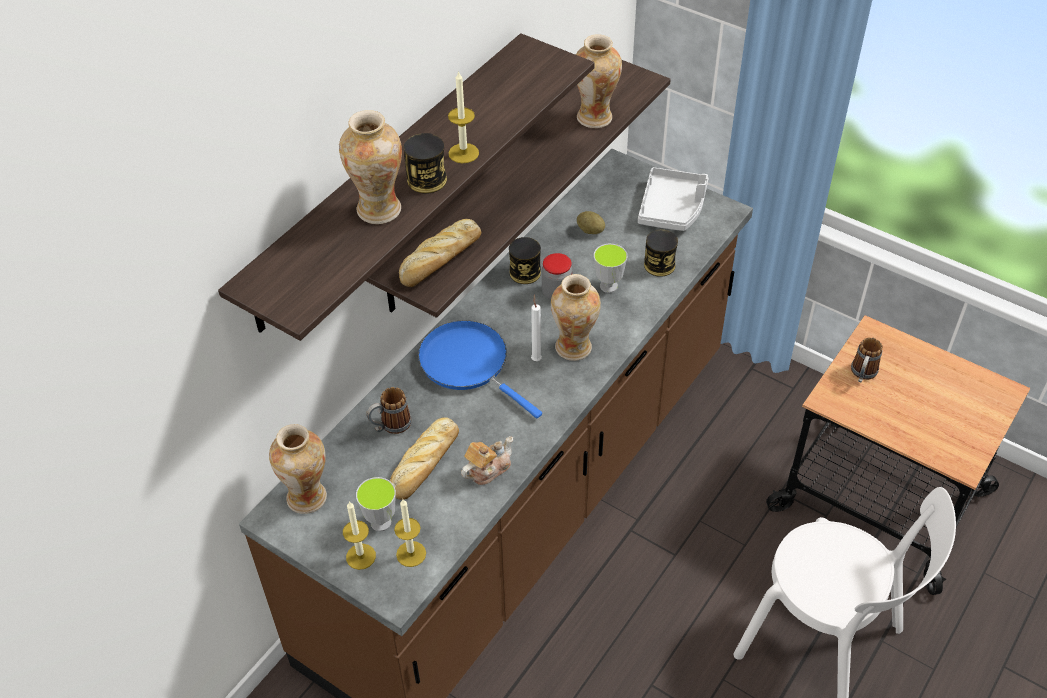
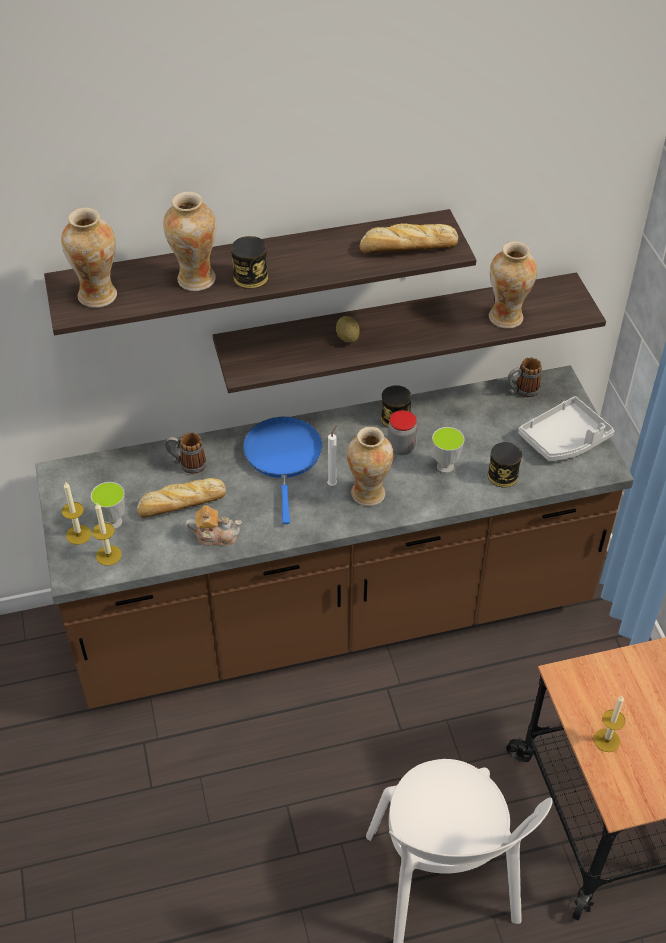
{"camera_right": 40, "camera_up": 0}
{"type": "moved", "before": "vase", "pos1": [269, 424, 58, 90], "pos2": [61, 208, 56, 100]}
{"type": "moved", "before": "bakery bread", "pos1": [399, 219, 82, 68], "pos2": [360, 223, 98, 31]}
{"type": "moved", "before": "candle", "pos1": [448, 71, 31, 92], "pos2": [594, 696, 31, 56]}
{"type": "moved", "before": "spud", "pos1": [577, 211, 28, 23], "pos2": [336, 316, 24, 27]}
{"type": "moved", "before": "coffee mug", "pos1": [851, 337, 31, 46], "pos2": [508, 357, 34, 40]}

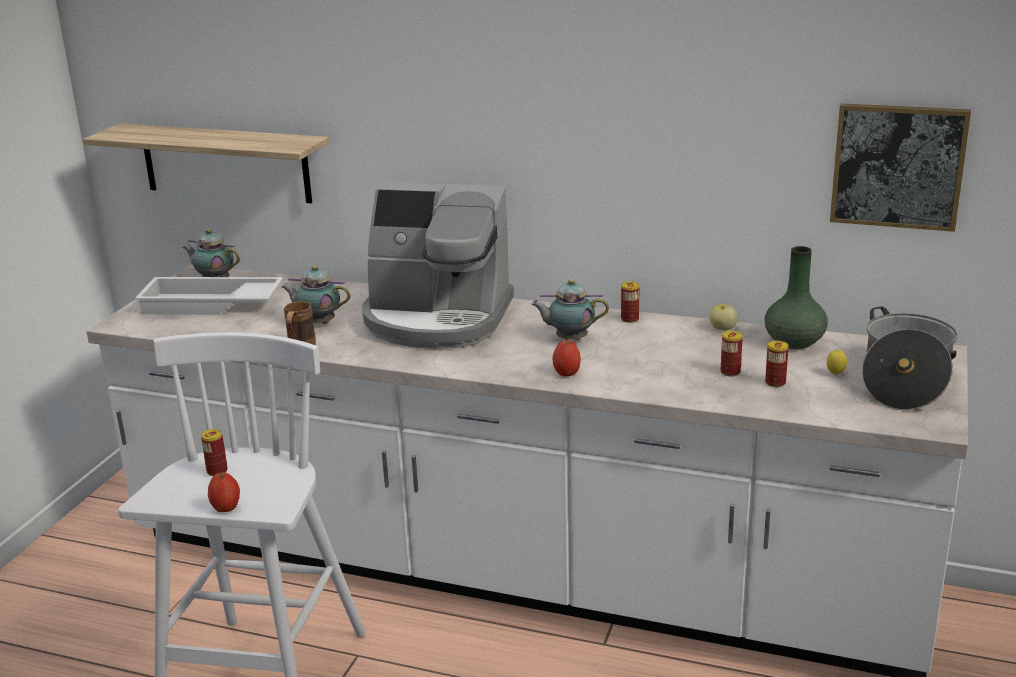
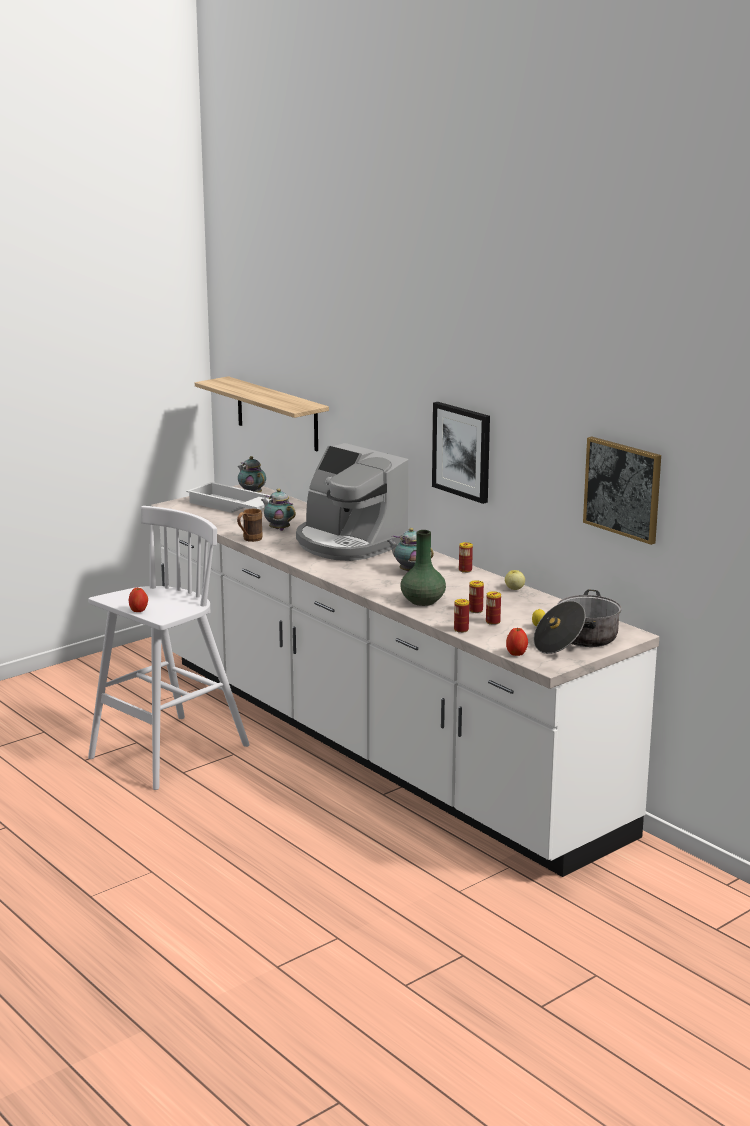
{"camera_right": 30, "camera_up": -5}
{"type": "added", "after": "wall art", "pos2": [432, 402, 58, 102]}
{"type": "moved", "before": "sealed can", "pos1": [201, 429, 27, 47], "pos2": [454, 599, 15, 34]}
{"type": "moved", "before": "apple fruit", "pos1": [552, 340, 29, 37], "pos2": [506, 628, 22, 28]}
{"type": "moved", "before": "green-coloured vase", "pos1": [764, 246, 64, 103], "pos2": [400, 530, 46, 76]}

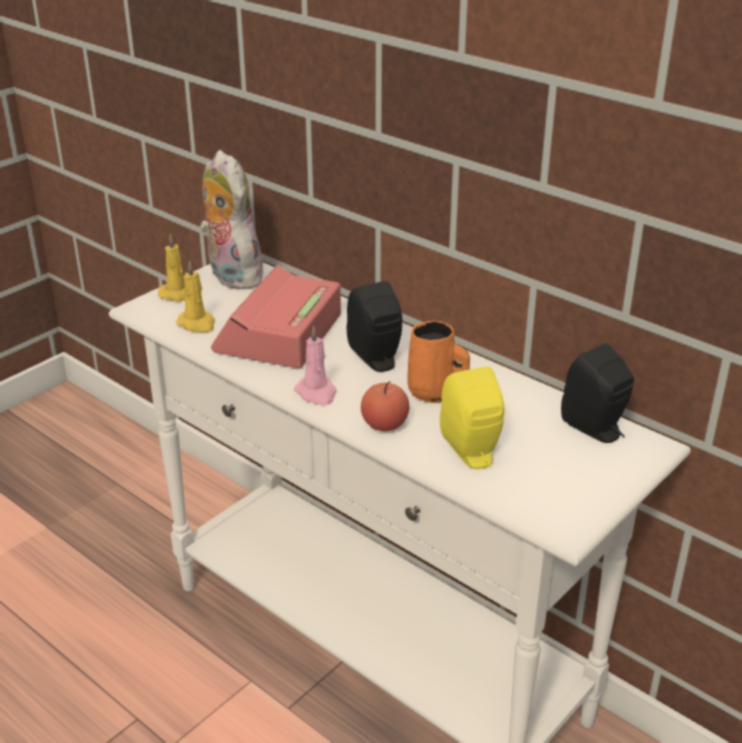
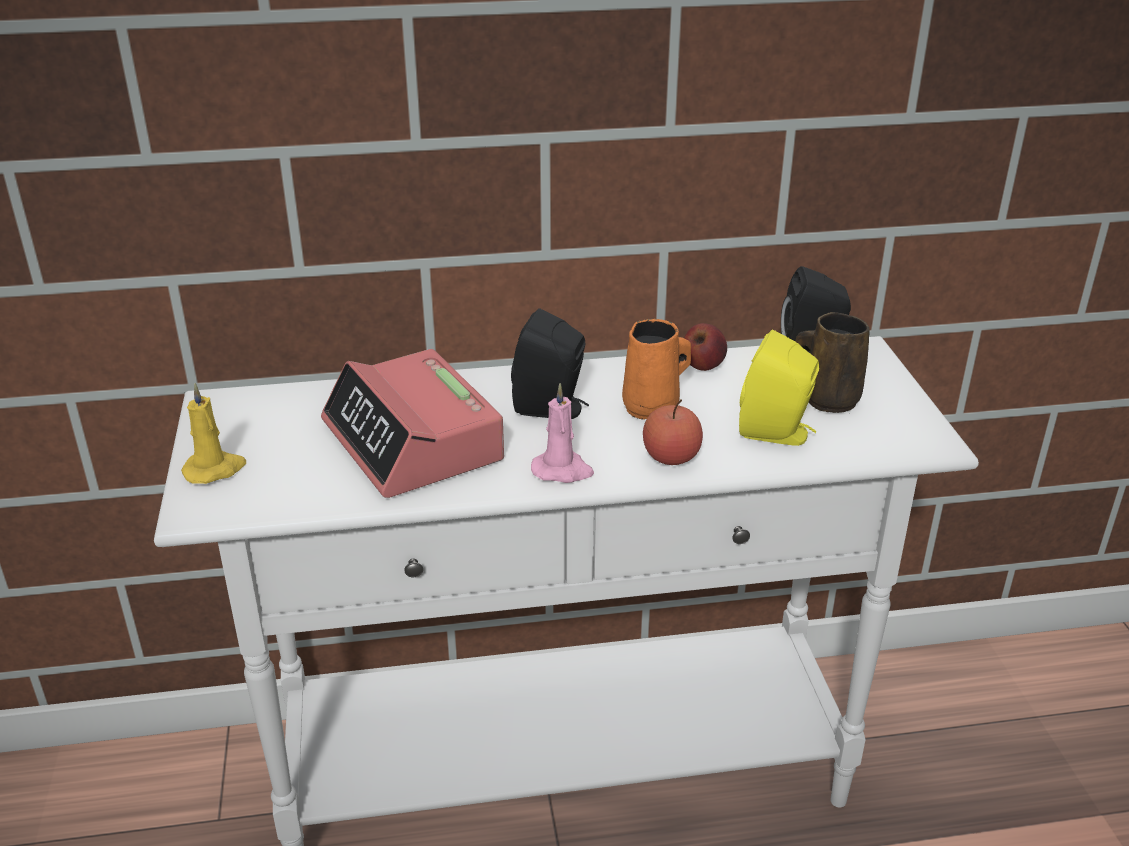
{"camera_right": -50, "camera_up": 0}
{"type": "removed", "before": "yellow candle", "pos1": [176, 261, 39, 72]}
{"type": "removed", "before": "soft toy", "pos1": [199, 150, 64, 140]}
{"type": "added", "after": "apple fruit", "pos2": [684, 323, 43, 48]}
{"type": "added", "after": "brown-coloured coffee mug", "pos2": [795, 312, 75, 101]}

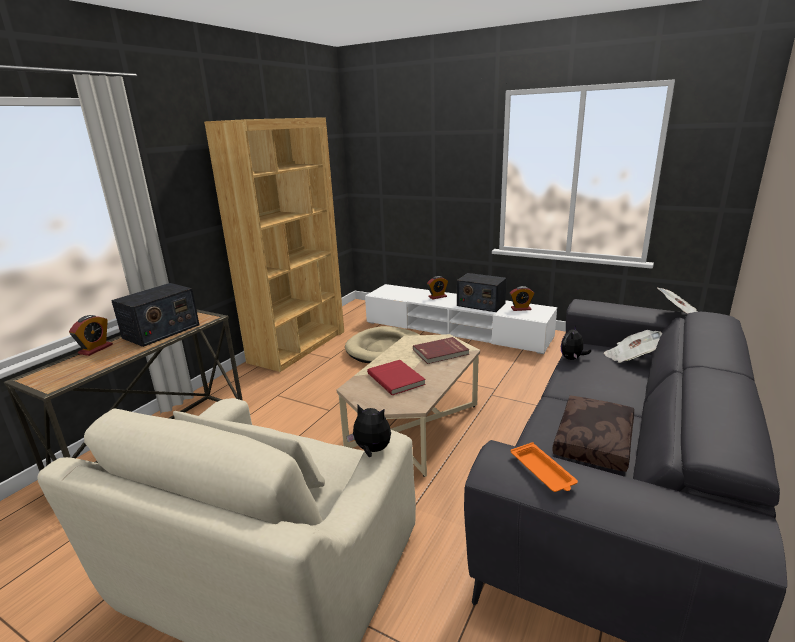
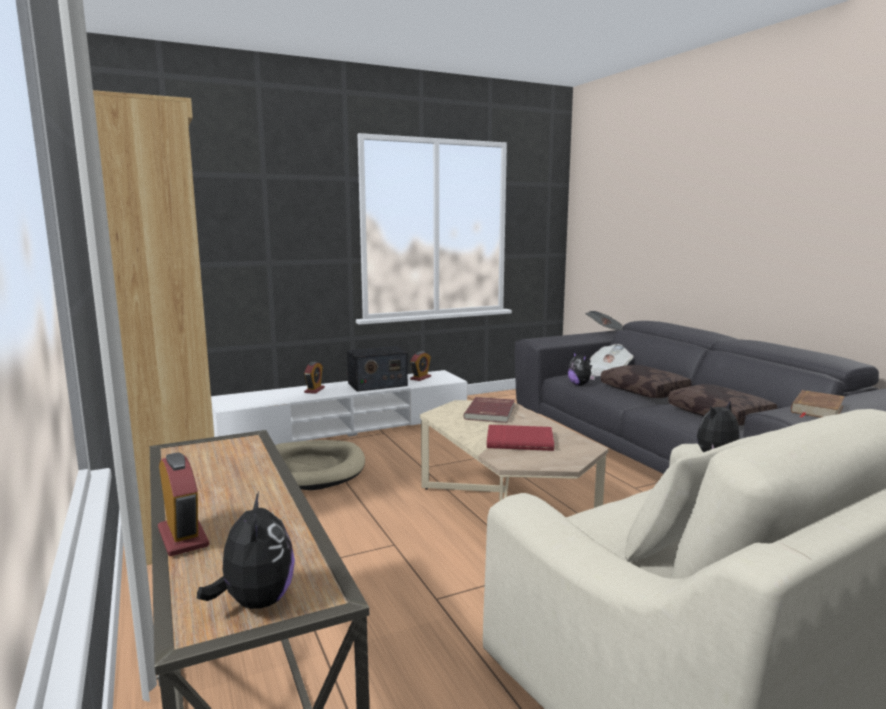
{"camera_right": -55, "camera_up": -10}
{"type": "removed", "before": "radio receiver", "pos1": [111, 283, 88, 64]}
{"type": "added", "after": "soft toy", "pos2": [197, 492, 98, 117]}
{"type": "added", "after": "brown-coloured throw pillow", "pos2": [601, 365, 91, 33]}
{"type": "replaced", "before": "orangey tray", "after": "brown-coloured book", "pos1": [511, 442, 67, 50], "pos2": [791, 390, 54, 28]}

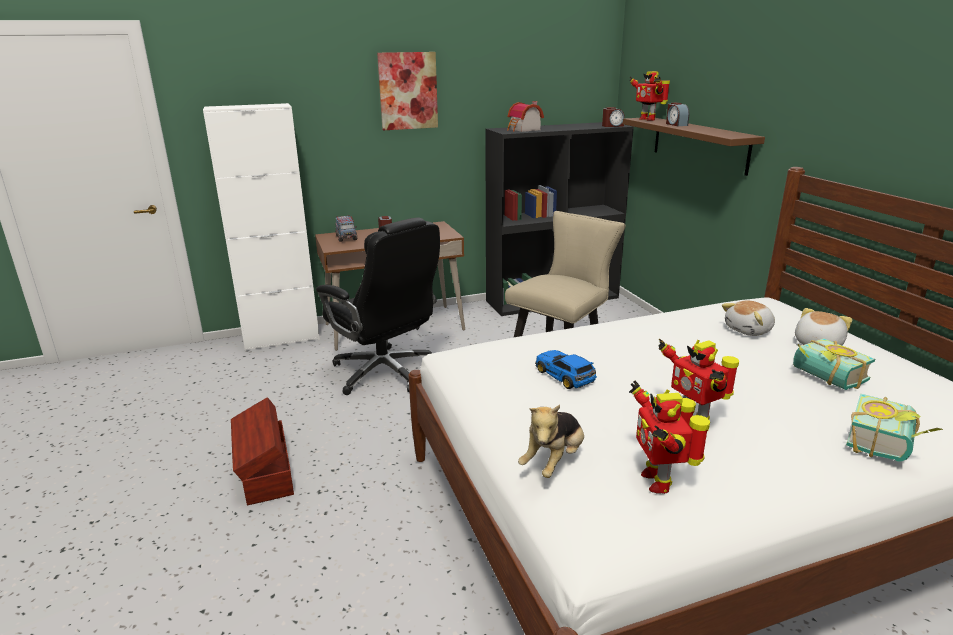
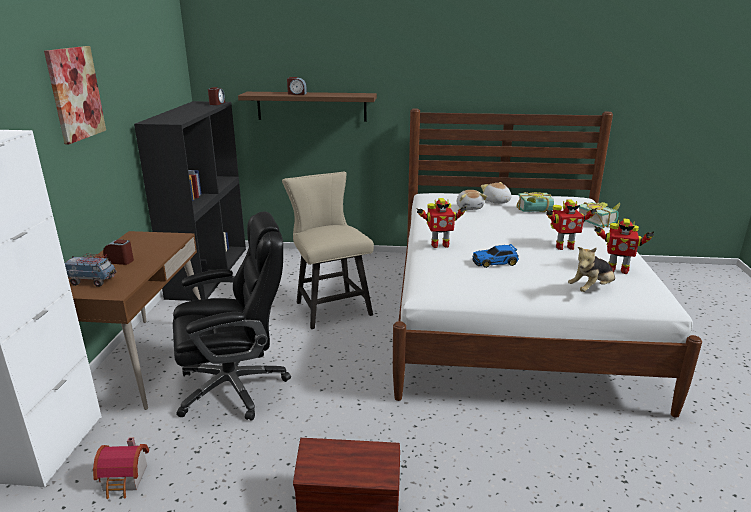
{"camera_right": -65, "camera_up": 0}
{"type": "moved", "before": "model house", "pos1": [507, 101, 37, 31], "pos2": [93, 437, 56, 62]}
{"type": "moved", "before": "model robot", "pos1": [629, 71, 41, 50], "pos2": [417, 198, 49, 50]}
{"type": "turned", "before": "soft toy", "pos1": [518, 405, 66, 73], "pos2": [568, 247, 47, 45], "turn": 90}

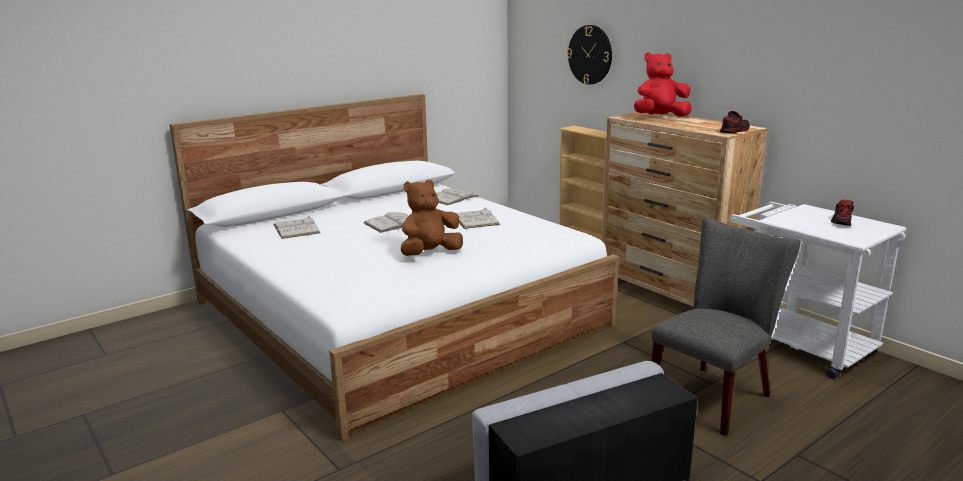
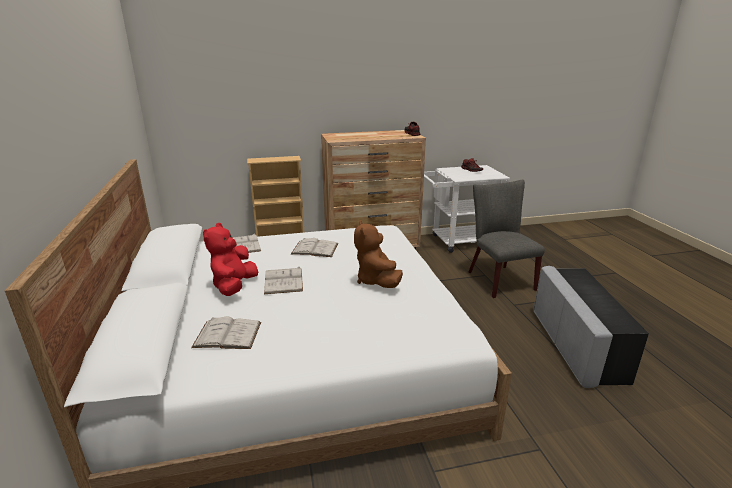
{"camera_right": -65, "camera_up": 5}
{"type": "removed", "before": "clock on the wall", "pos1": [567, 25, 45, 60]}
{"type": "moved", "before": "reddish soft toy", "pos1": [634, 52, 58, 65], "pos2": [203, 223, 55, 73]}

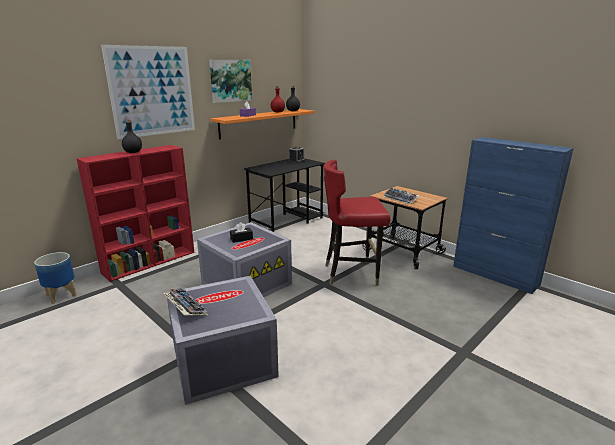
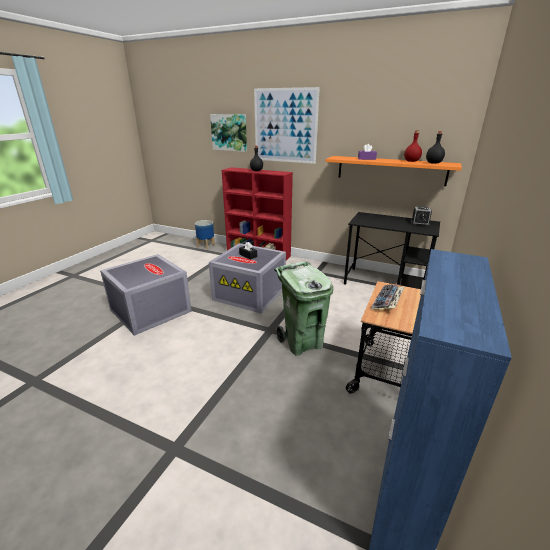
{"camera_right": 70, "camera_up": 5}
{"type": "removed", "before": "computer keyboard", "pos1": [163, 288, 45, 27]}
{"type": "moved", "before": "wall art", "pos1": [209, 60, 43, 43], "pos2": [210, 114, 37, 38]}
{"type": "replaced", "before": "reddish upright chair", "after": "green-coloured rubbish bin", "pos1": [324, 160, 66, 126], "pos2": [274, 262, 59, 94]}

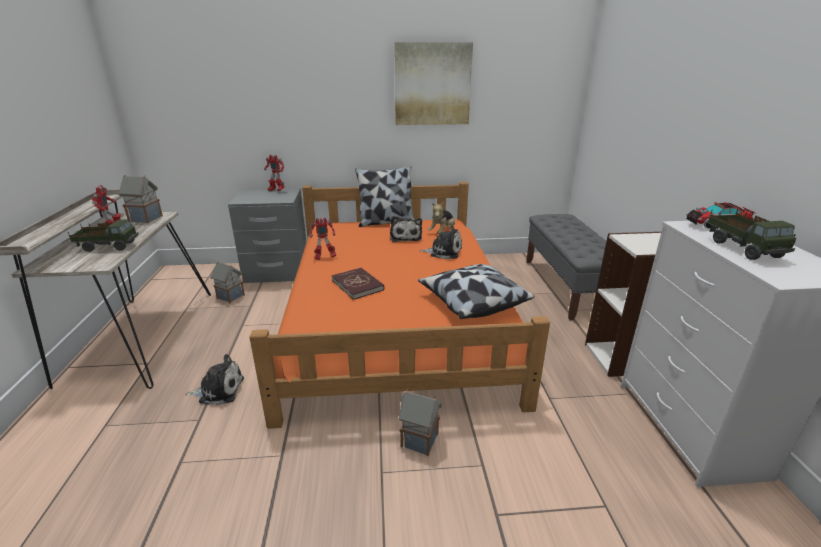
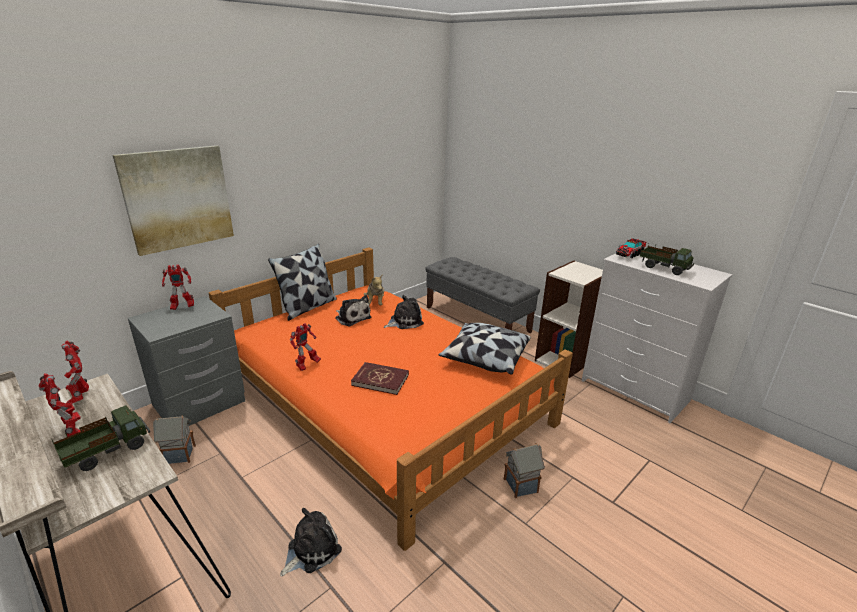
{"camera_right": -40, "camera_up": 0}
{"type": "moved", "before": "wall art", "pos1": [394, 42, 79, 83], "pos2": [113, 145, 121, 111]}
{"type": "replaced", "before": "model house", "after": "model robot", "pos1": [119, 175, 44, 48], "pos2": [62, 340, 27, 63]}

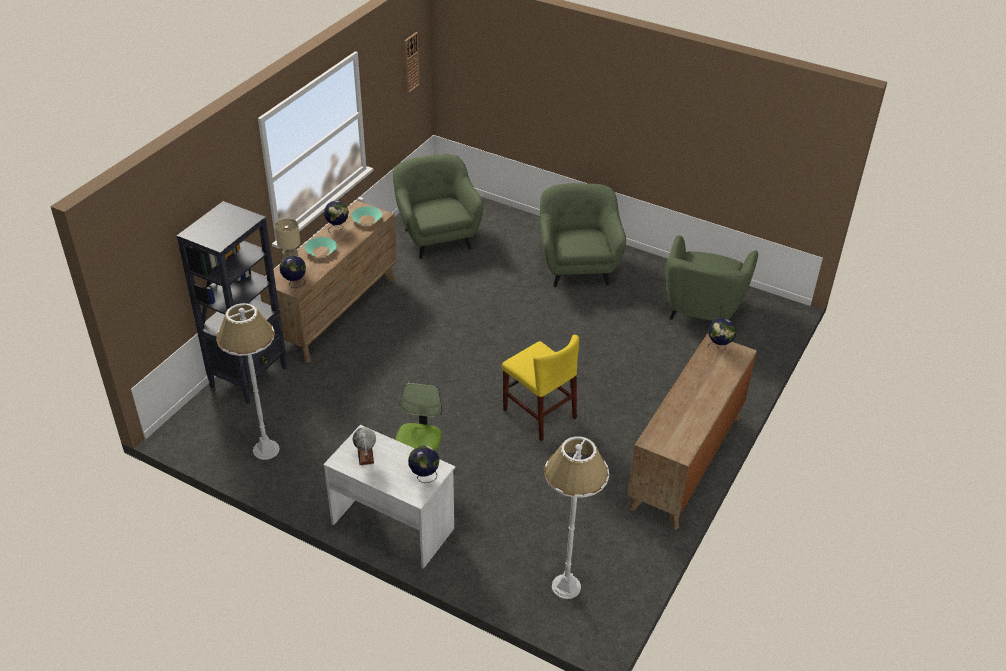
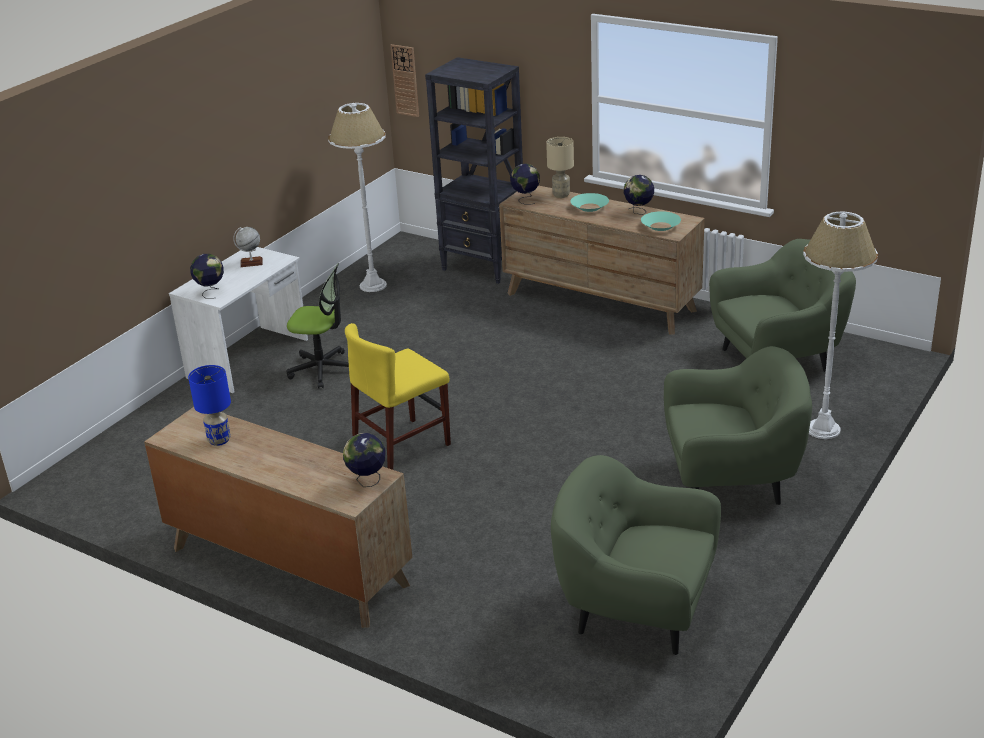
{"camera_right": 95, "camera_up": -10}
{"type": "added", "after": "blue tabletop lamp", "pos2": [188, 365, 43, 81]}
{"type": "moved", "before": "clock on the wall", "pos1": [404, 32, 16, 62], "pos2": [390, 44, 29, 73]}
{"type": "moved", "before": "white-coloured standing lamp", "pos1": [544, 436, 65, 163], "pos2": [803, 212, 75, 227]}

